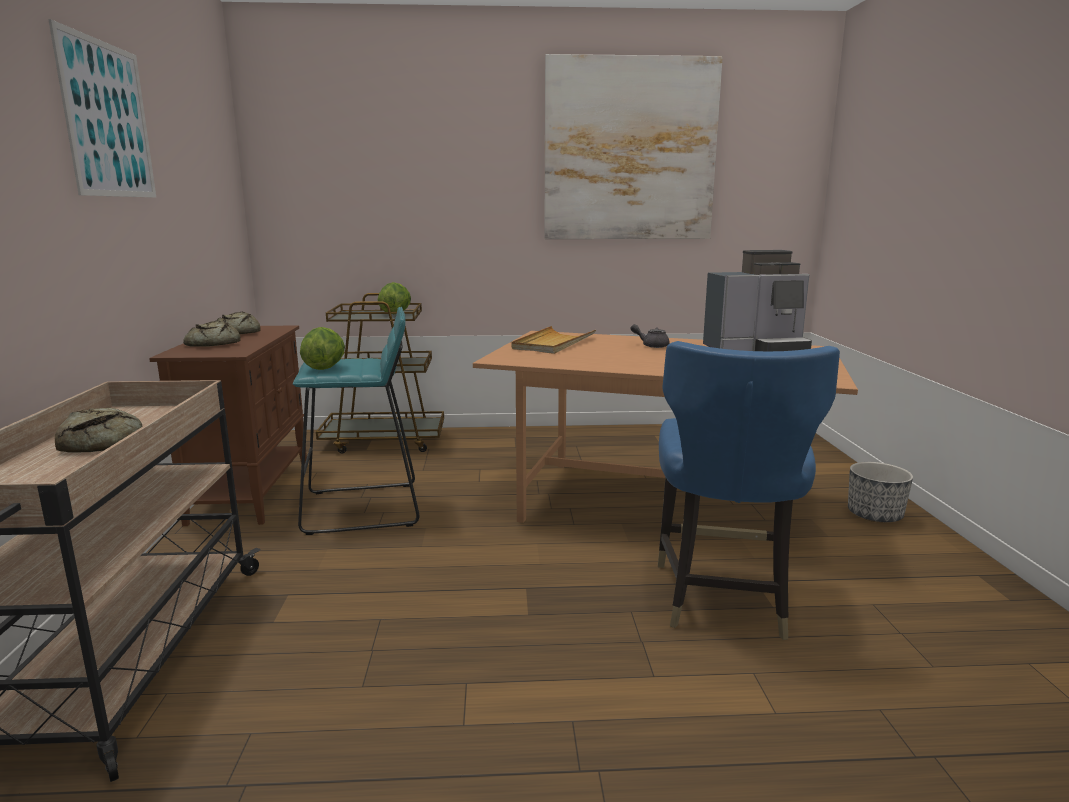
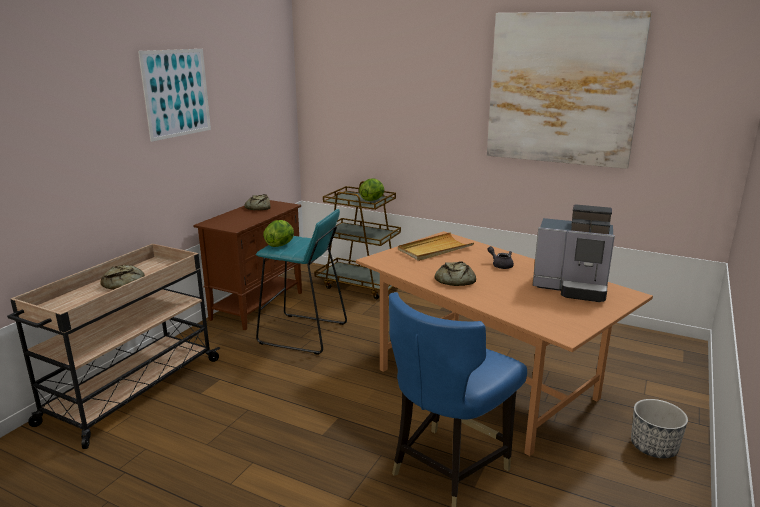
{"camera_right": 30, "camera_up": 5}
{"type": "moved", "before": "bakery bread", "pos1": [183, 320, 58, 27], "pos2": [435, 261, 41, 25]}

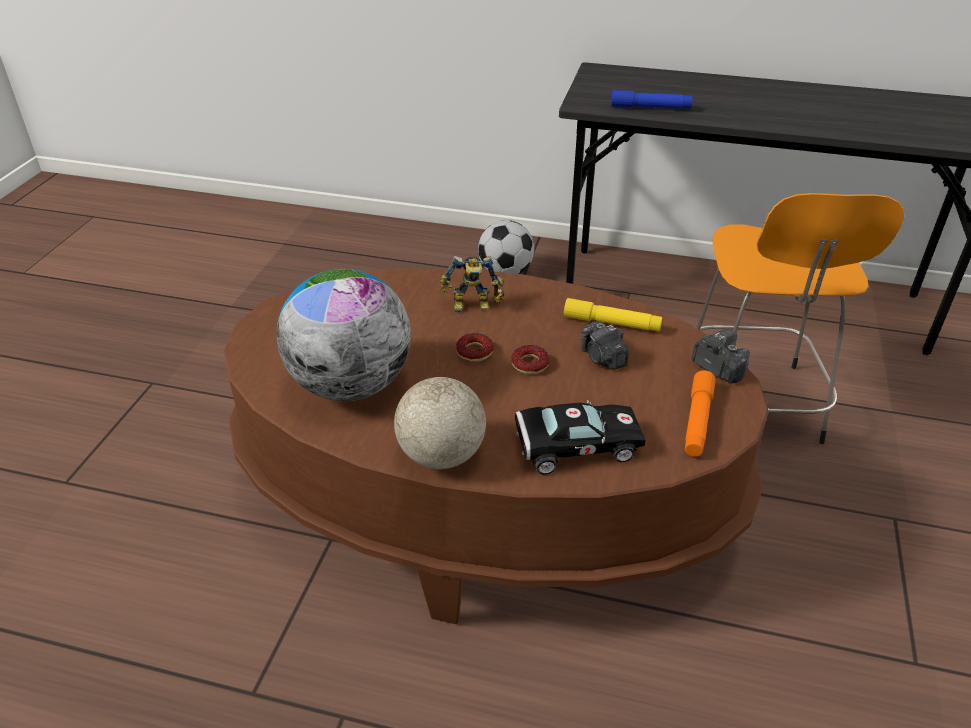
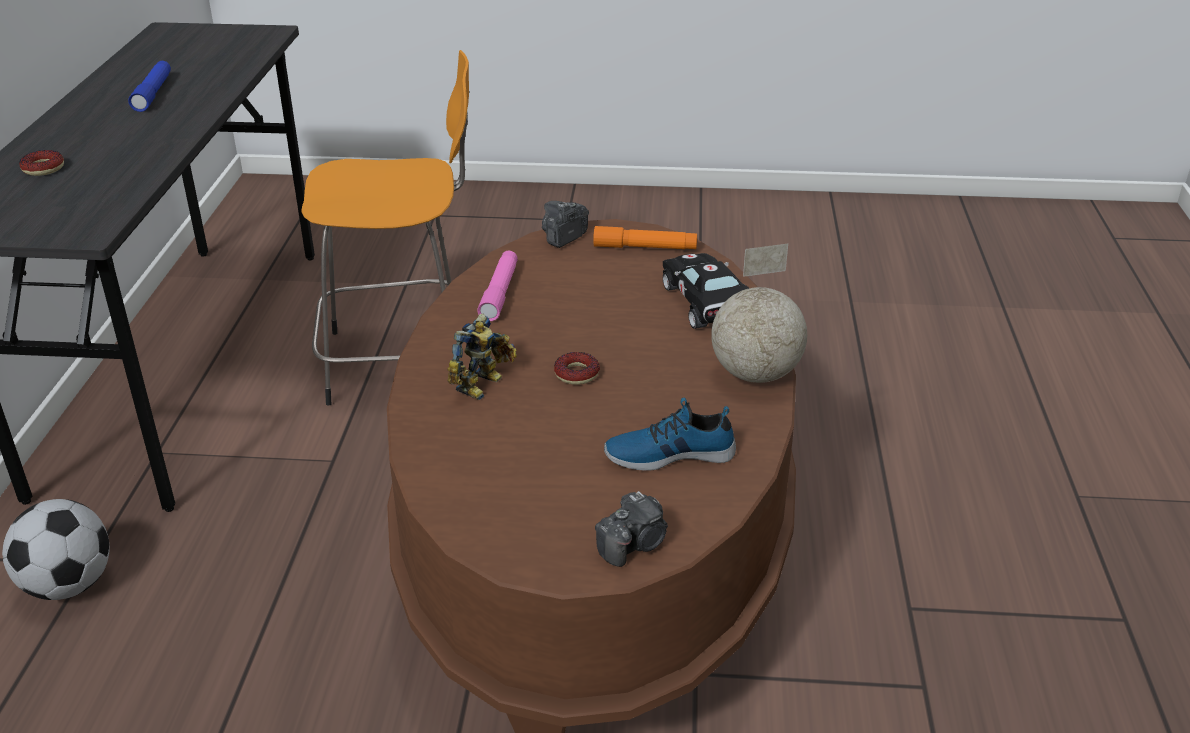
{"camera_right": -100, "camera_up": -5}
{"type": "moved", "before": "doughnut", "pos1": [511, 345, 39, 29], "pos2": [19, 150, 45, 26]}
{"type": "moved", "before": "still camera", "pos1": [581, 321, 48, 49], "pos2": [595, 491, 73, 76]}
{"type": "moved", "before": "blue flashlight", "pos1": [611, 90, 82, 19], "pos2": [128, 61, 43, 51]}
{"type": "replaced", "before": "world globe", "after": "item of footwear", "pos1": [277, 269, 134, 132], "pos2": [604, 398, 132, 72]}
{"type": "recoloured", "before": "yellow flashlight", "after": "pink-coloured flashlight", "pos1": [564, 298, 98, 34], "pos2": [477, 251, 41, 70]}
{"type": "turned", "before": "model robot", "pos1": [440, 256, 65, 56], "pos2": [447, 314, 70, 86], "turn": 45}

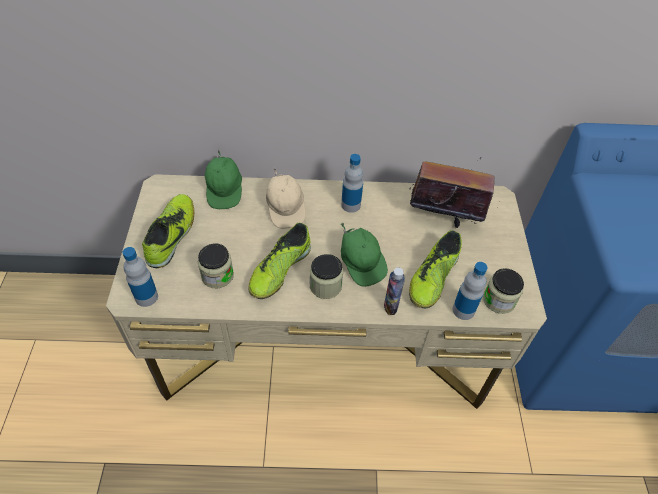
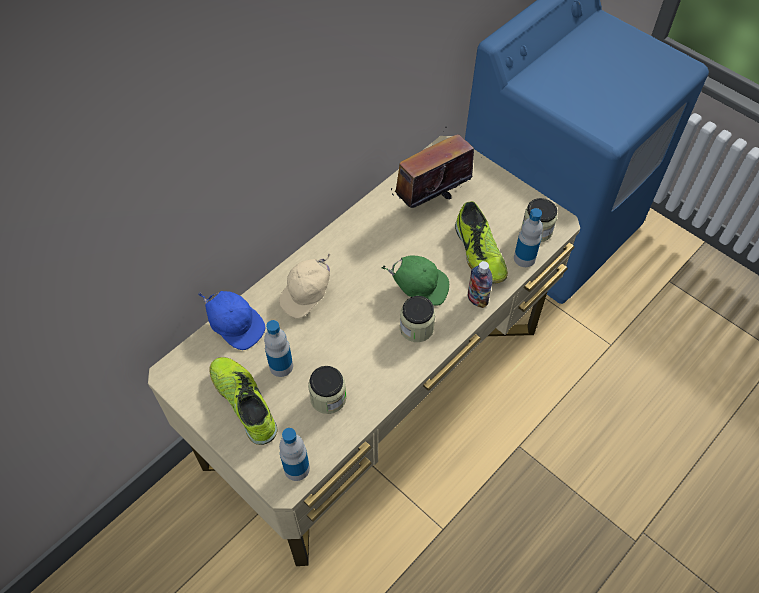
{"camera_right": -45, "camera_up": 5}
{"type": "removed", "before": "item of footwear", "pos1": [248, 223, 63, 76]}
{"type": "moved", "before": "beverage bottle", "pos1": [341, 154, 22, 59], "pos2": [264, 320, 29, 57]}
{"type": "recoloured", "before": "green-coloured peaked cap", "after": "blue peaked cap", "pos1": [205, 149, 37, 60], "pos2": [198, 291, 67, 59]}
{"type": "turned", "before": "beige-coloured peaked cap", "pos1": [266, 169, 40, 60], "pos2": [279, 253, 51, 66], "turn": 105}

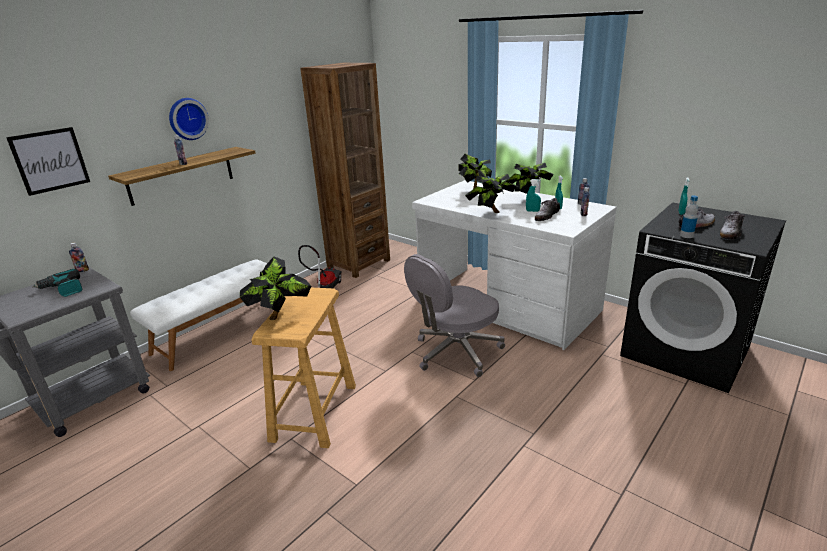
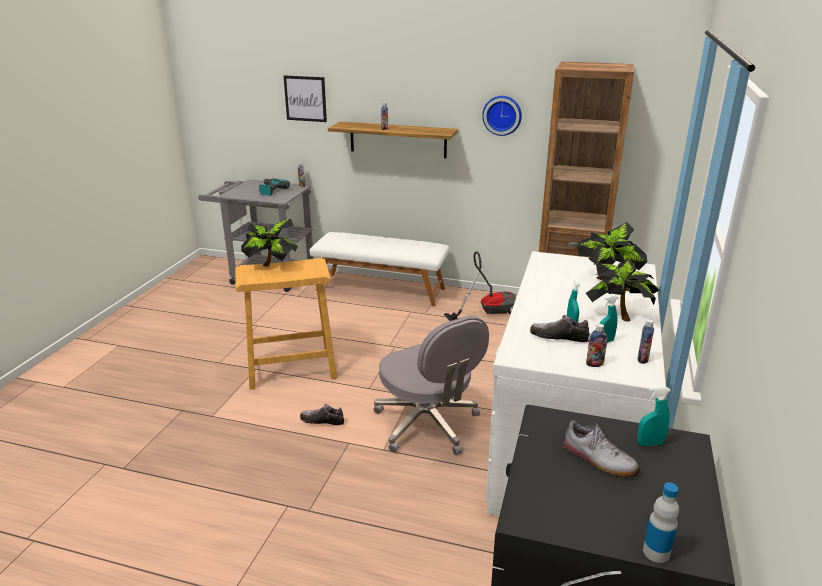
{"camera_right": 65, "camera_up": 0}
{"type": "removed", "before": "plant in a pot", "pos1": [465, 174, 53, 39]}
{"type": "moved", "before": "clock on the wall", "pos1": [169, 98, 40, 42], "pos2": [482, 96, 40, 40]}
{"type": "moved", "before": "beverage bottle", "pos1": [680, 195, 18, 43], "pos2": [643, 482, 36, 81]}
{"type": "moved", "before": "item of footwear", "pos1": [720, 211, 25, 29], "pos2": [300, 404, 44, 21]}
{"type": "turned", "before": "greyish office chair", "pos1": [404, 254, 101, 123], "pos2": [373, 316, 116, 139], "turn": -150}

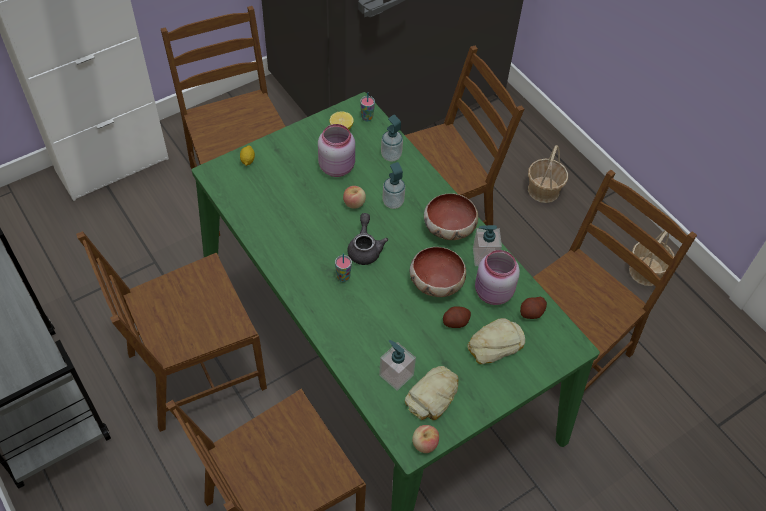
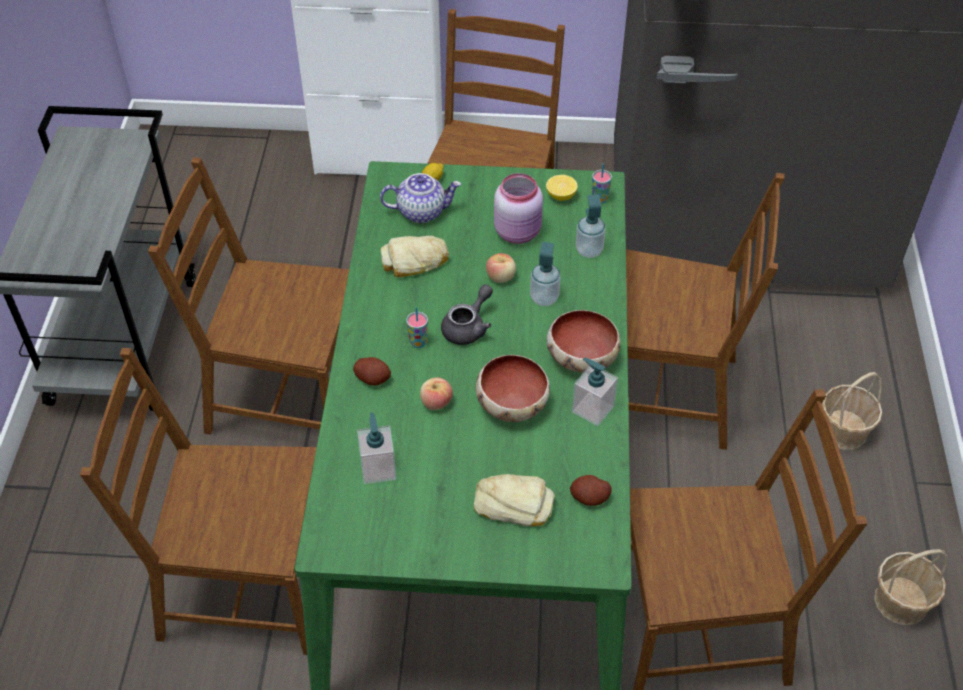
{"camera_right": 40, "camera_up": -5}
{"type": "removed", "before": "pink-coloured preserve jar", "pos1": [475, 250, 45, 55]}
{"type": "added", "after": "tea pot", "pos2": [380, 173, 81, 50]}
{"type": "moved", "before": "bakery bread", "pos1": [405, 366, 53, 54], "pos2": [381, 236, 68, 41]}
{"type": "moved", "before": "apple fruit", "pos1": [412, 425, 27, 28], "pos2": [420, 377, 33, 33]}
{"type": "moved", "before": "spud", "pos1": [443, 307, 28, 21], "pos2": [353, 357, 38, 29]}

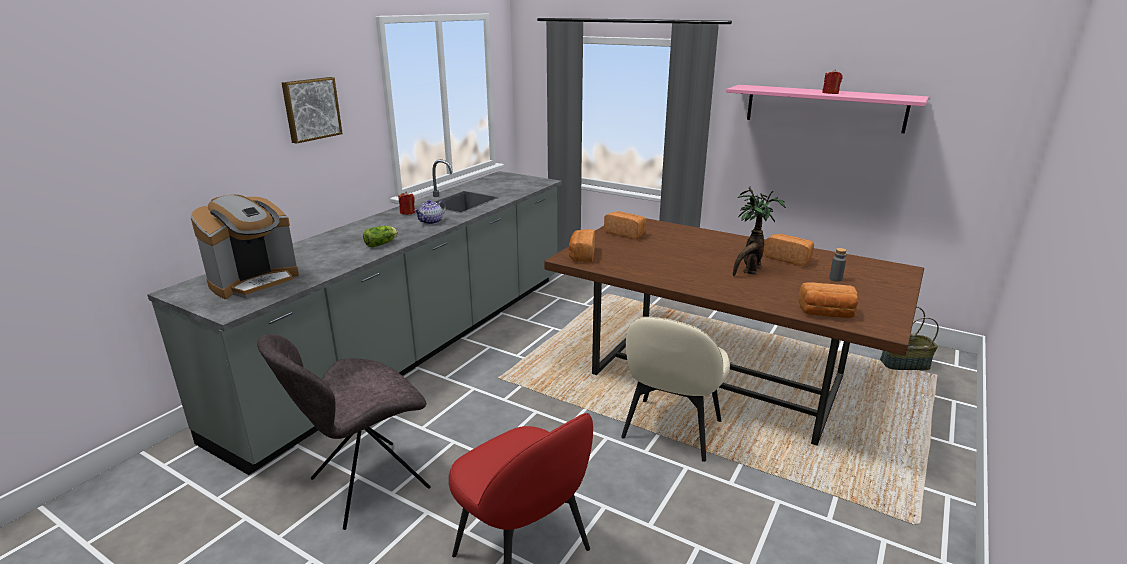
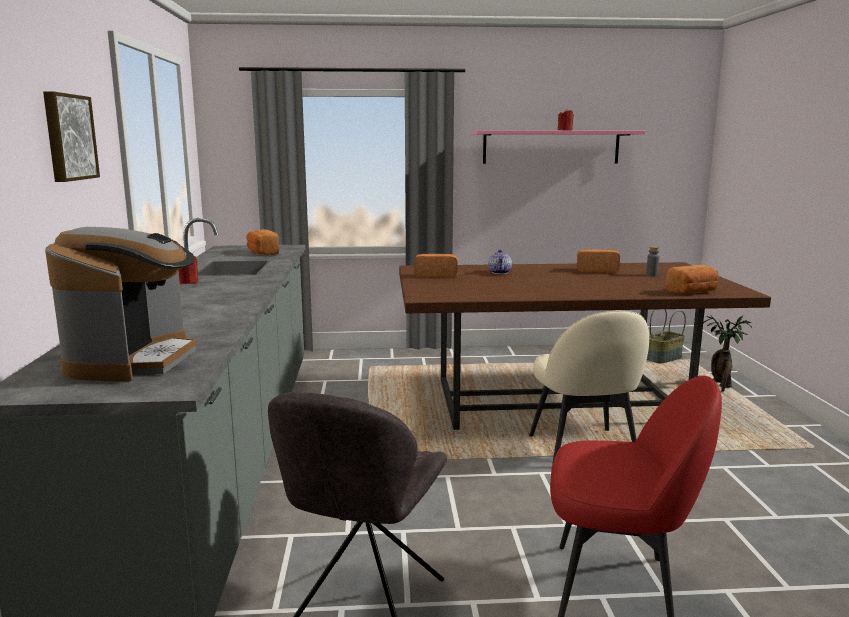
{"camera_right": -35, "camera_up": -10}
{"type": "removed", "before": "lettuce", "pos1": [363, 226, 35, 22]}
{"type": "moved", "before": "tea pot", "pos1": [414, 200, 32, 25], "pos2": [488, 250, 24, 24]}
{"type": "moved", "before": "bakery bread", "pos1": [569, 229, 26, 33], "pos2": [246, 229, 33, 26]}
{"type": "moved", "before": "plant in a pot", "pos1": [733, 186, 53, 90], "pos2": [703, 316, 48, 76]}

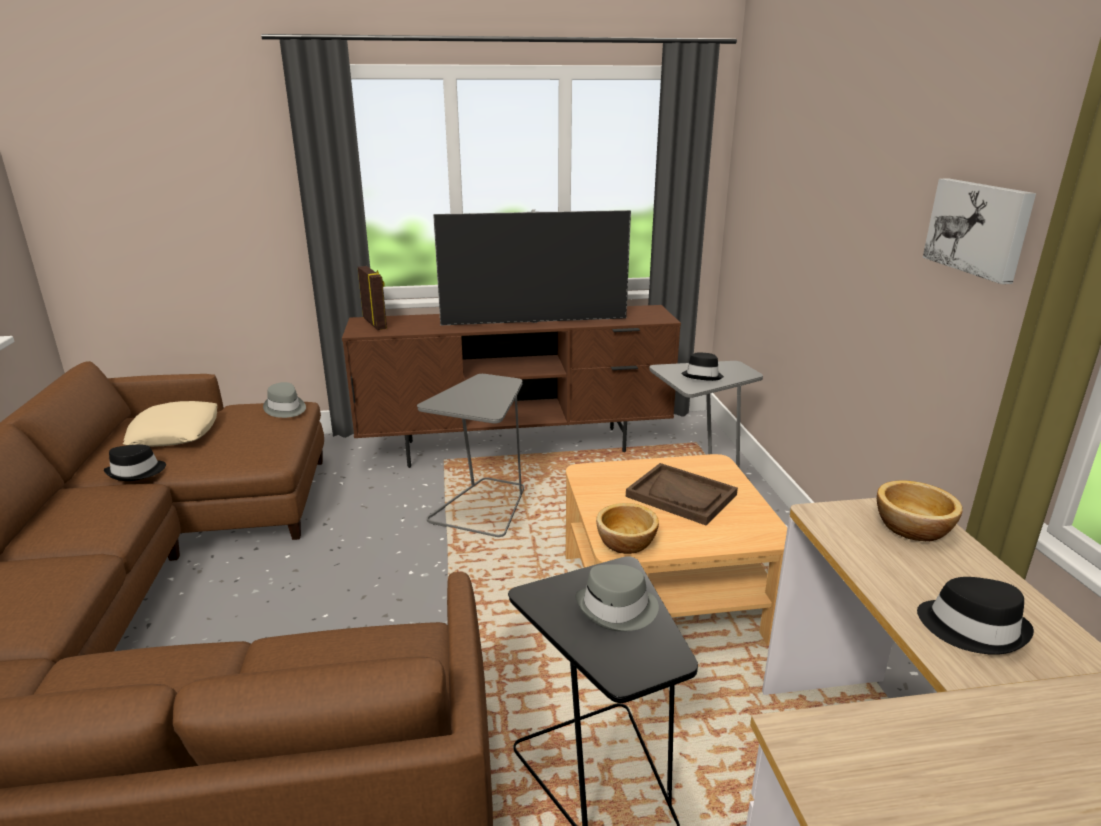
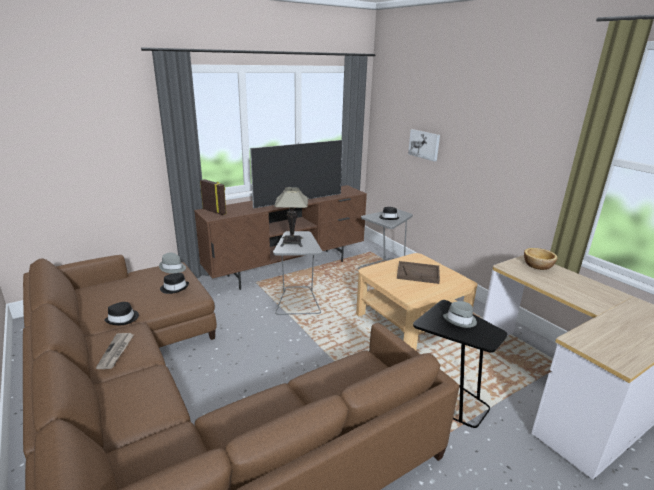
{"camera_right": -25, "camera_up": 0}
{"type": "removed", "before": "beige-coloured throw pillow", "pos1": [123, 401, 95, 46]}
{"type": "removed", "before": "bowl", "pos1": [596, 503, 63, 51]}
{"type": "added", "after": "printed paper", "pos2": [96, 333, 38, 36]}
{"type": "added", "after": "tabletop lamp", "pos2": [274, 187, 34, 60]}
{"type": "moved", "before": "blackish hat", "pos1": [917, 577, 117, 78], "pos2": [160, 273, 29, 21]}
{"type": "moved", "before": "wall art", "pos1": [923, 179, 113, 105], "pos2": [408, 129, 32, 32]}

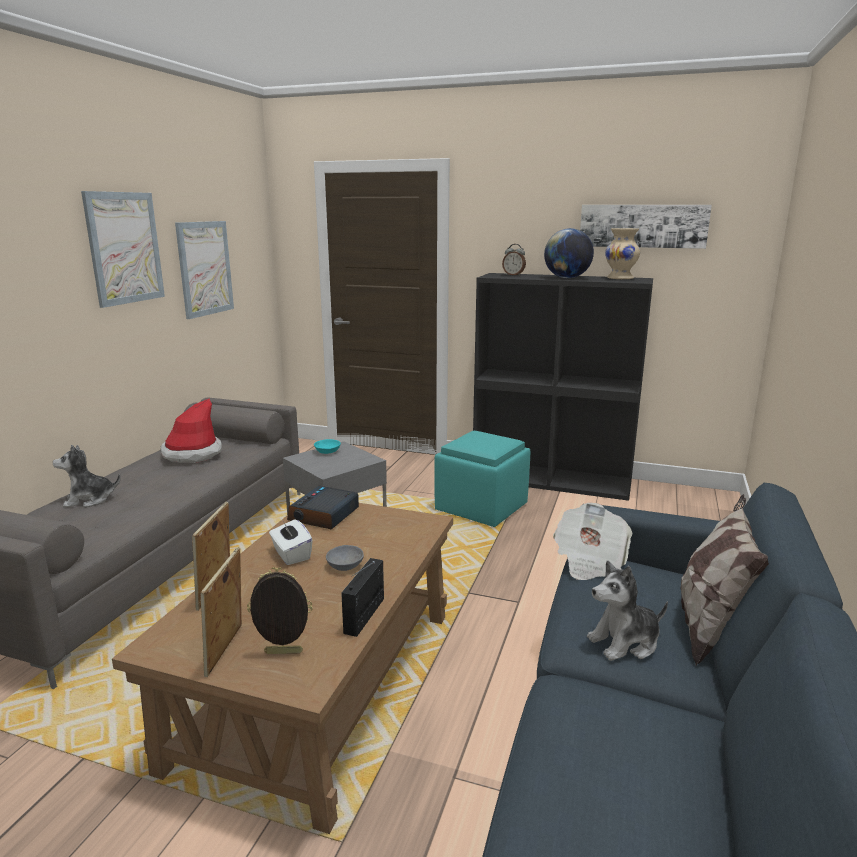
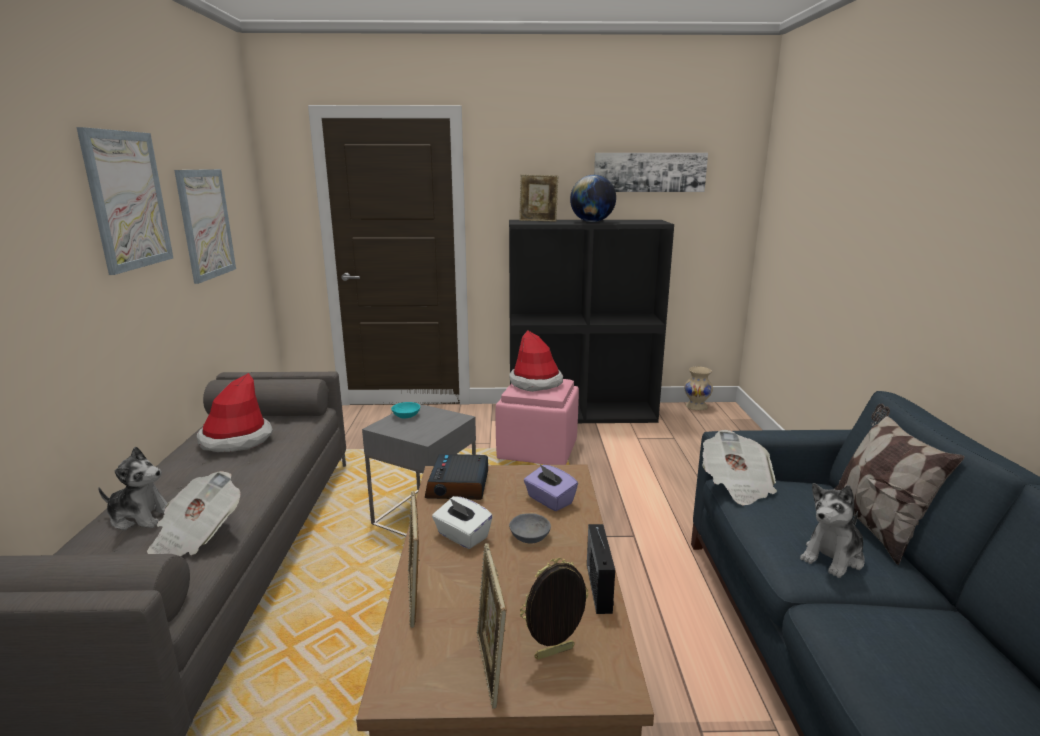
{"camera_right": -20, "camera_up": 0}
{"type": "added", "after": "printed paper", "pos2": [147, 471, 94, 85]}
{"type": "added", "after": "hat", "pos2": [509, 331, 54, 61]}
{"type": "added", "after": "purple tissue holder", "pos2": [524, 464, 54, 47]}
{"type": "moved", "before": "beige-coloured vase", "pos1": [605, 228, 35, 51], "pos2": [684, 367, 29, 43]}
{"type": "replaced", "before": "alarm clock", "after": "standing frame", "pos1": [502, 244, 24, 32], "pos2": [519, 174, 39, 48]}
{"type": "recoloured", "before": "turquoise ottoman", "after": "pink-coloured ottoman", "pos1": [434, 431, 96, 96], "pos2": [495, 379, 84, 86]}
{"type": "turned", "before": "soft toy", "pos1": [53, 445, 68, 62], "pos2": [98, 446, 70, 84], "turn": -135}

